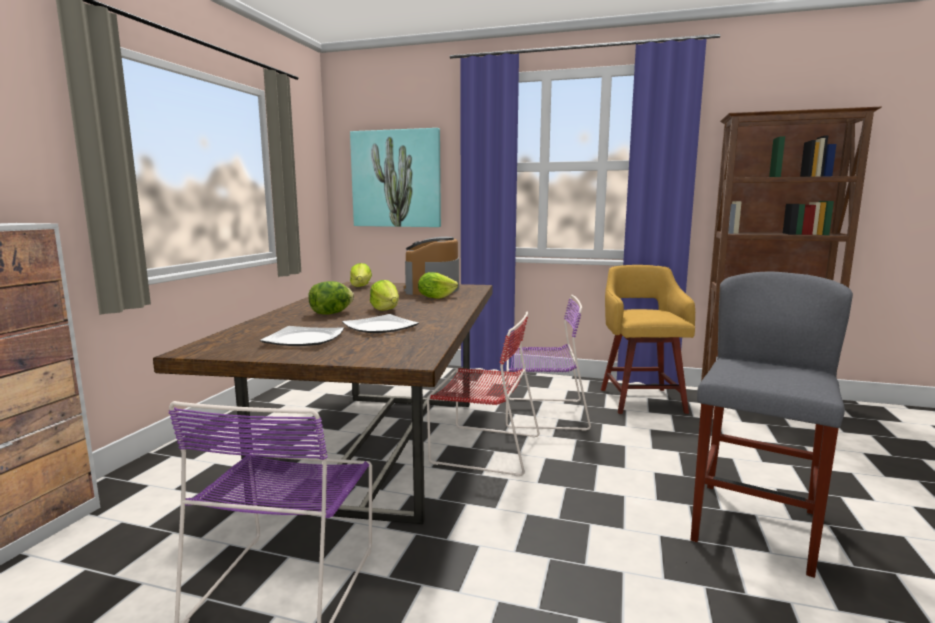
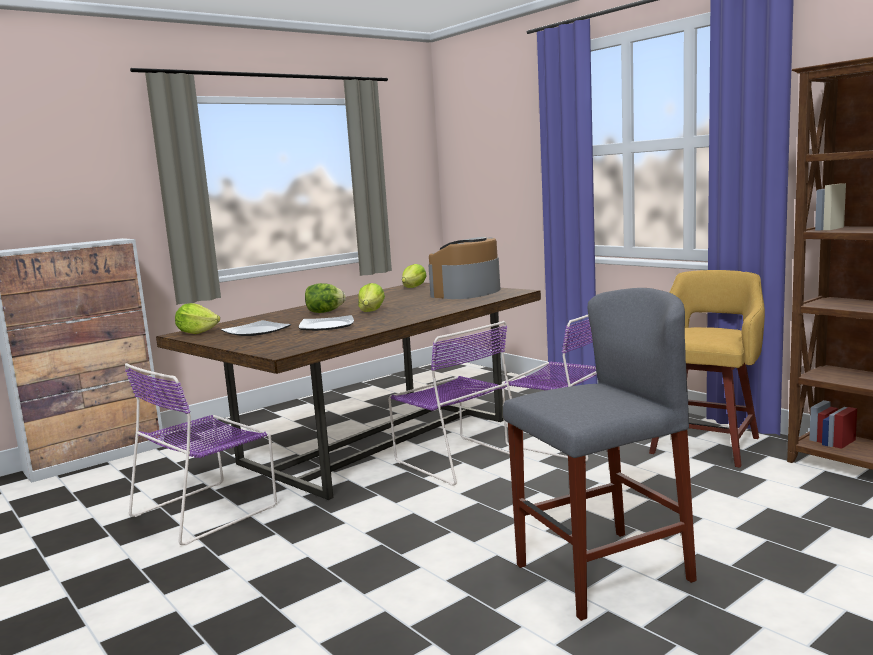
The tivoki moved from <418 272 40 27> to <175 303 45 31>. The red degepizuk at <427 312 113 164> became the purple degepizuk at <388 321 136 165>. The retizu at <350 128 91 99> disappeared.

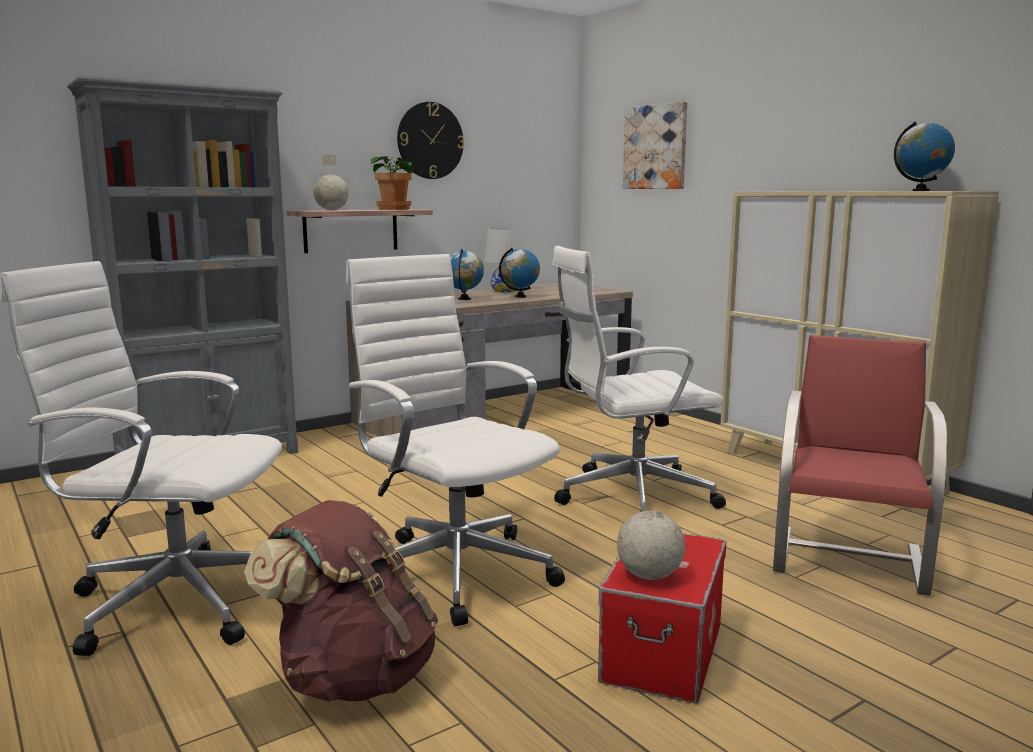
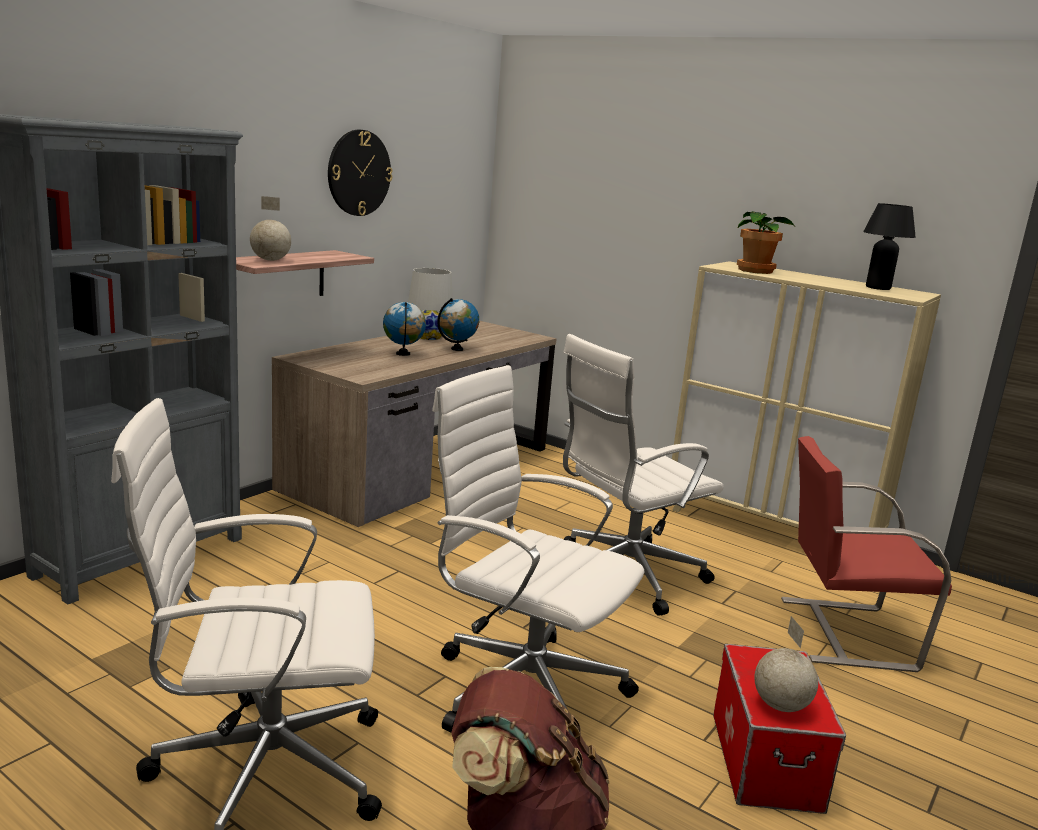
The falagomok moved from <371 156 42 54> to <737 211 58 63>. The red degepizuk at <773 335 174 261> turned 90 degrees counterclockwise. The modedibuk at <894 121 61 70> was replaced by the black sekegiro at <863 203 53 87>. The retizu at <623 101 64 88> disappeared.

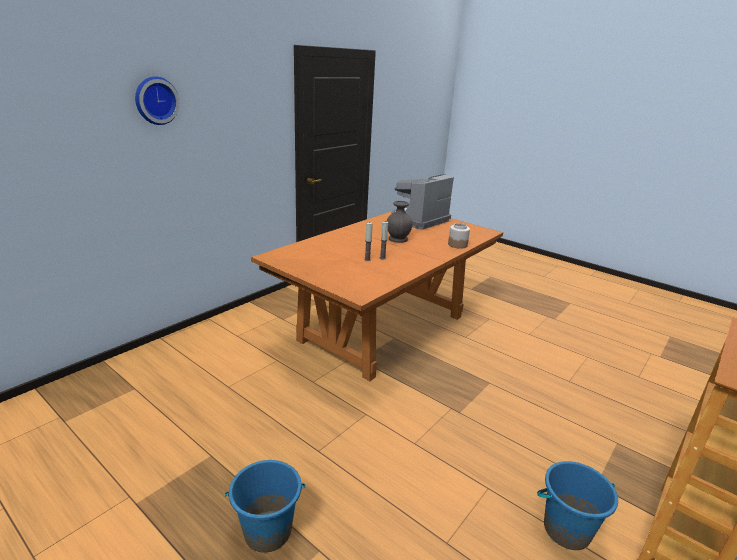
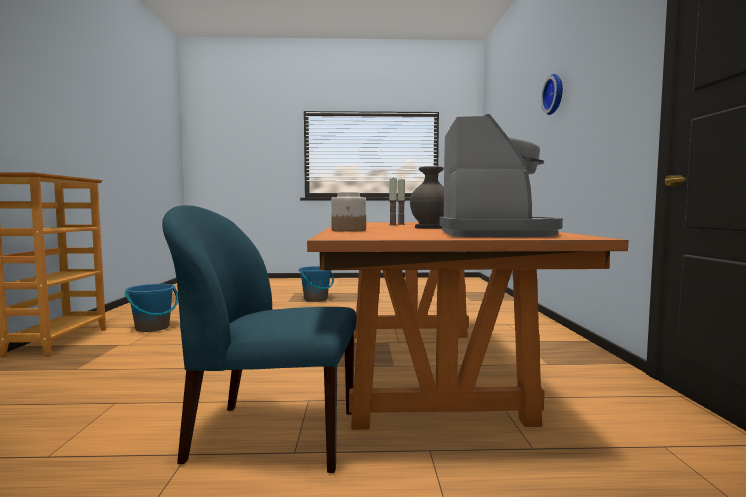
The blue degepizuk at <162 205 195 268> appeared.

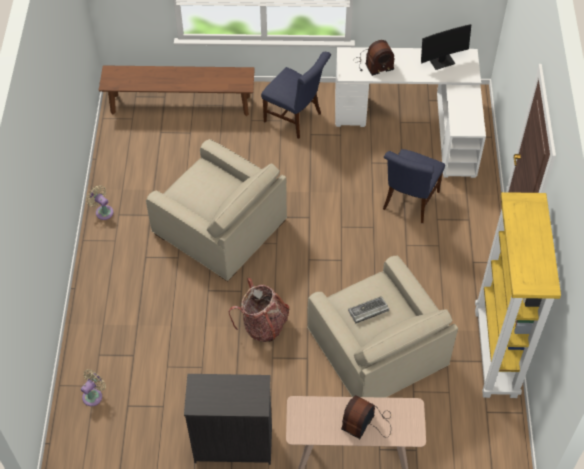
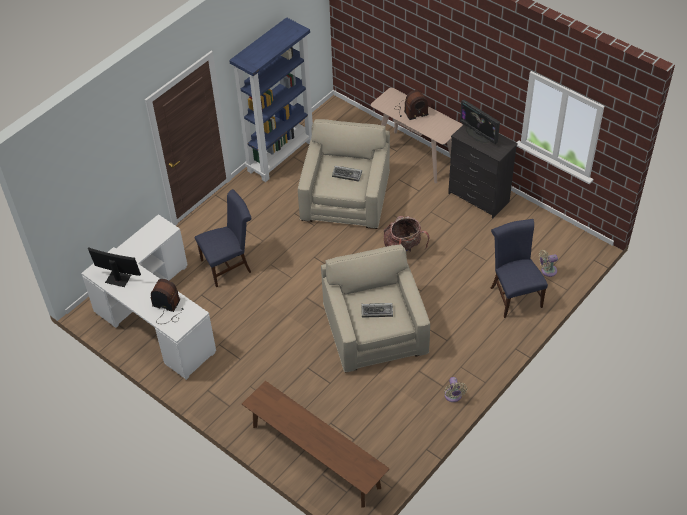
The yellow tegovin at <475 192 86 206> became the blue tegovin at <229 17 84 165>. The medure at <361 303 32 15> appeared. The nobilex at <460 100 40 44> appeared. The blue degepizuk moved from <261 52 70 87> to <491 219 57 99>.

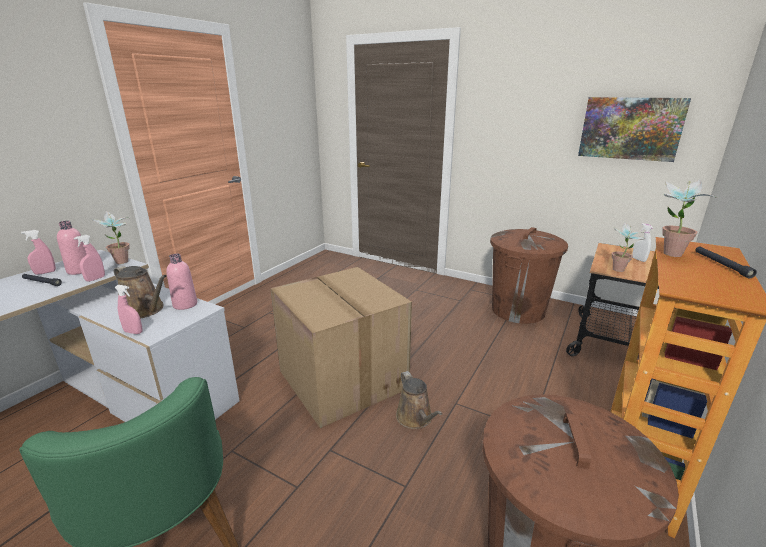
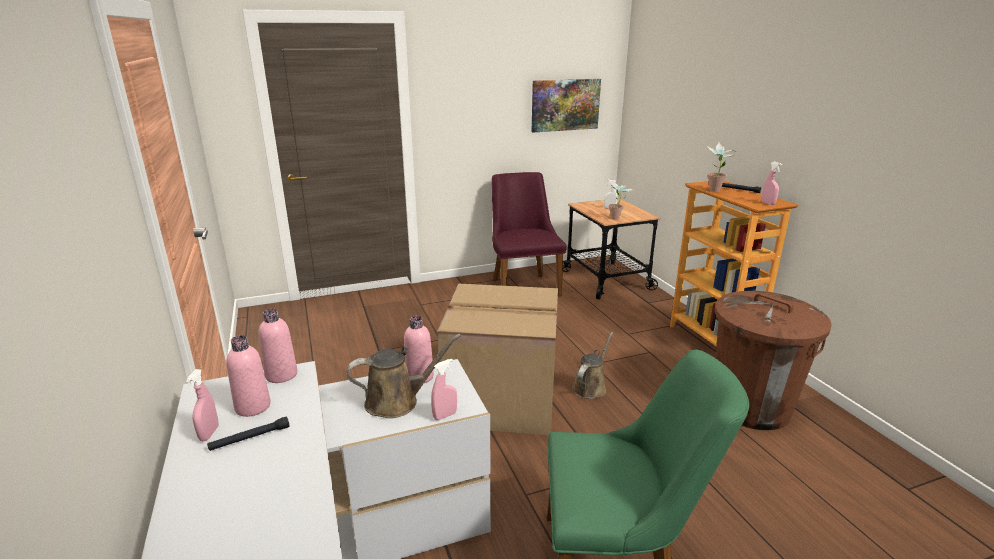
The falagomok at <91 211 38 53> was replaced by the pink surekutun at <259 308 39 75>. The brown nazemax at <490 227 78 97> was replaced by the purple degepizuk at <492 172 75 125>. The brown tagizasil at <396 371 46 58> turned 75 degrees counterclockwise. The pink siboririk moved from <74 235 31 47> to <761 162 21 43>.

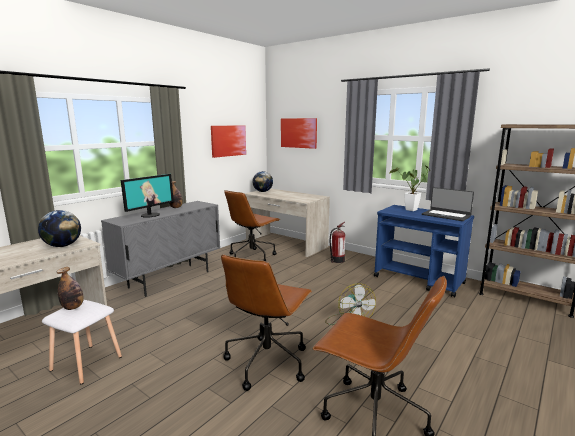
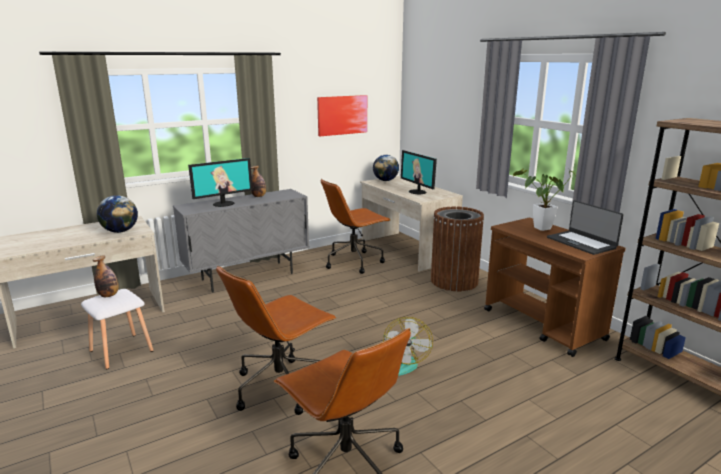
The nobilex at <401 150 36 44> appeared. The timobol at <330 222 15 41> was replaced by the brown nazemax at <431 206 53 85>. The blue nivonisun at <374 205 100 93> became the brown nivonisun at <484 218 142 139>. The retizu at <281 118 36 31> disappeared.

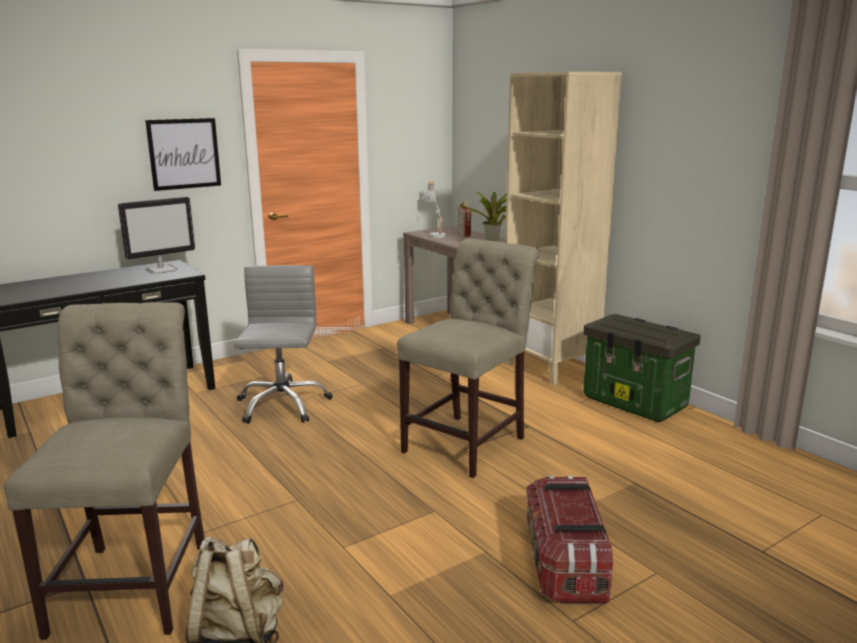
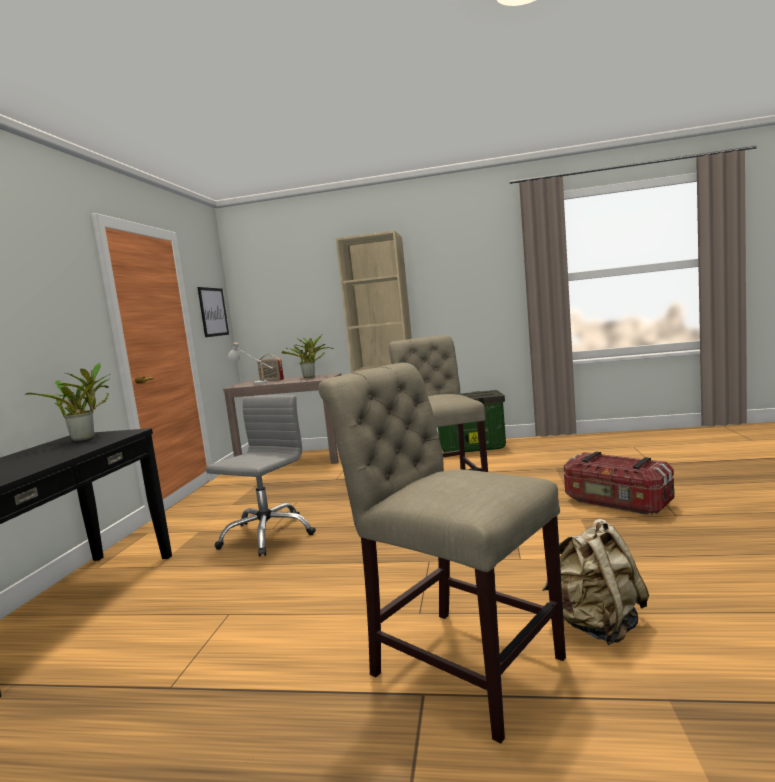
The nobilex at <118 197 77 77> was replaced by the falagomok at <25 363 86 78>. The retizu moved from <145 118 76 73> to <198 287 31 50>. The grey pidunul at <234 265 99 159> turned 75 degrees clockwise.

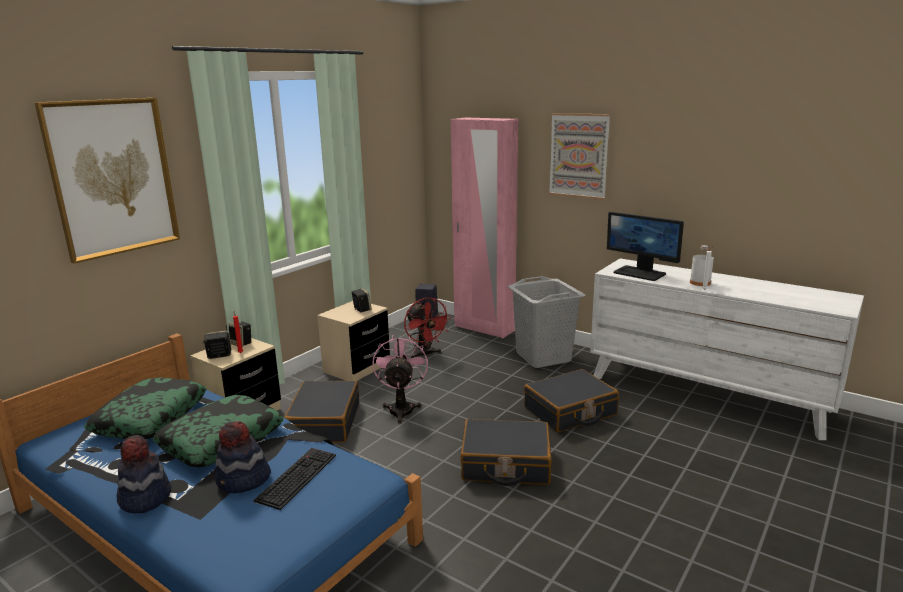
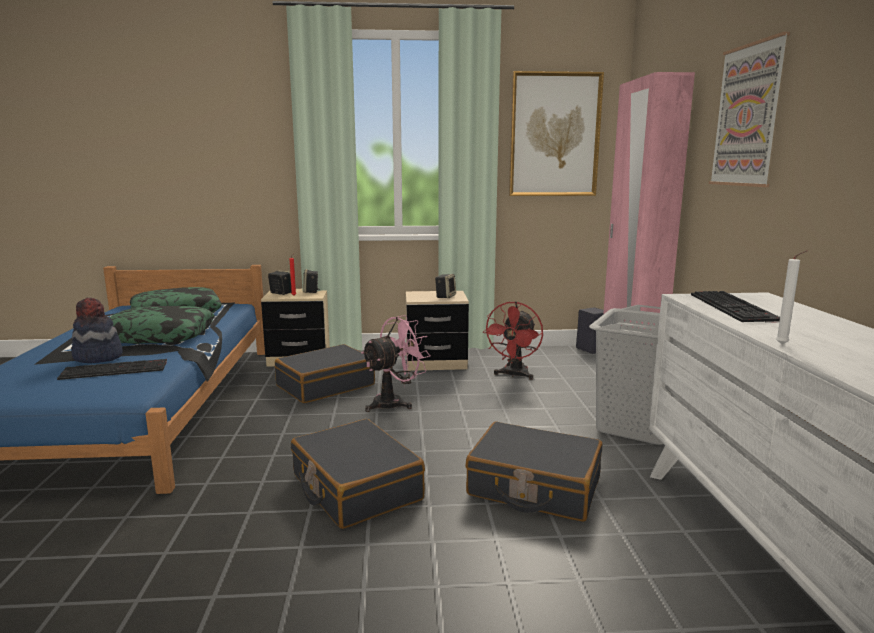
The retizu moved from <34 98 146 166> to <509 71 95 125>. The nobilex at <607 212 77 69> was replaced by the medure at <691 291 89 31>. The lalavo at <116 435 55 78> disappeared. The white surekutun at <690 245 24 41> disappeared.

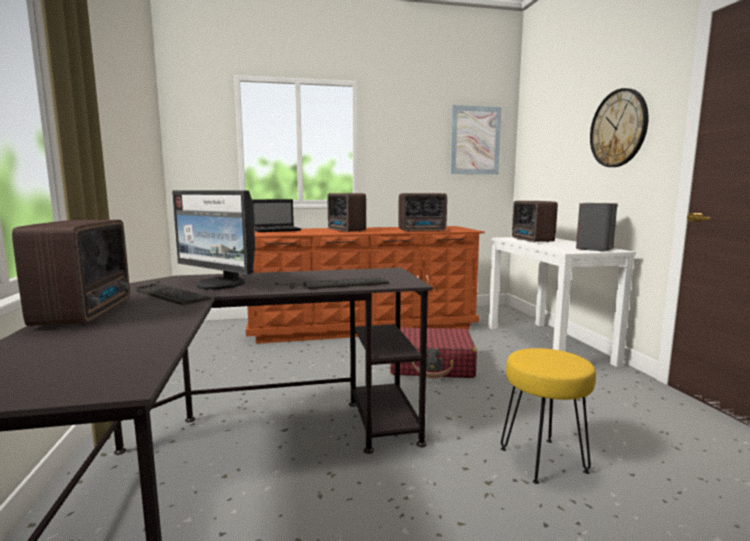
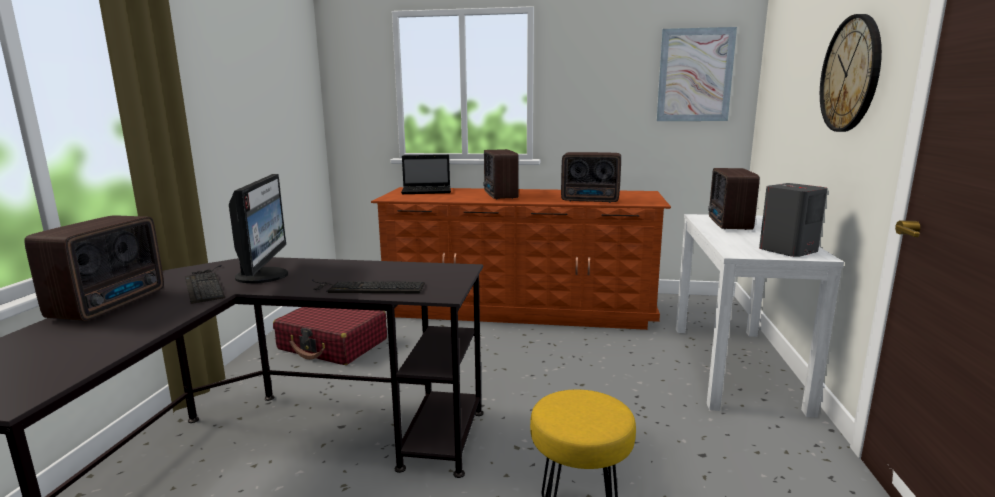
The nobilex at <172 190 83 100> turned 150 degrees counterclockwise. The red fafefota moved from <390 327 87 51> to <273 307 114 58>.

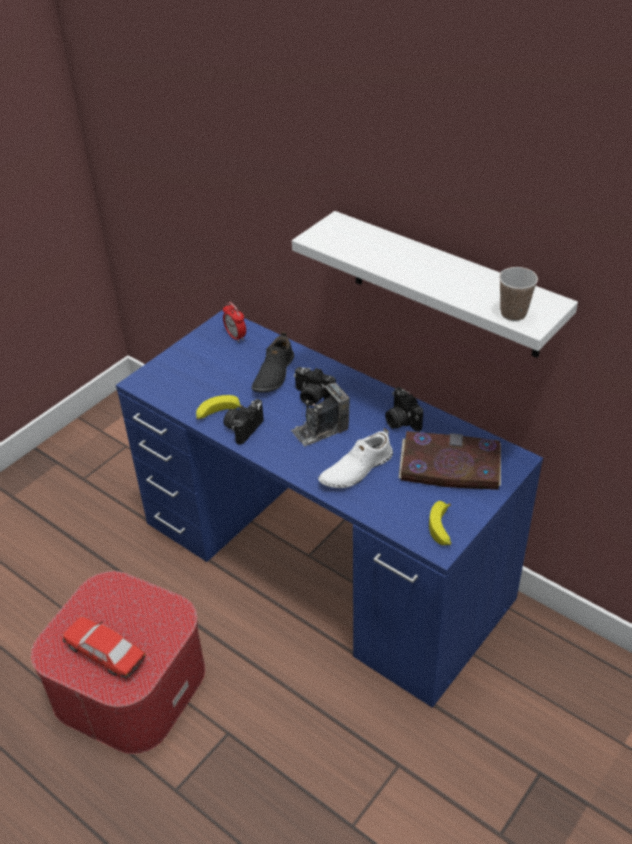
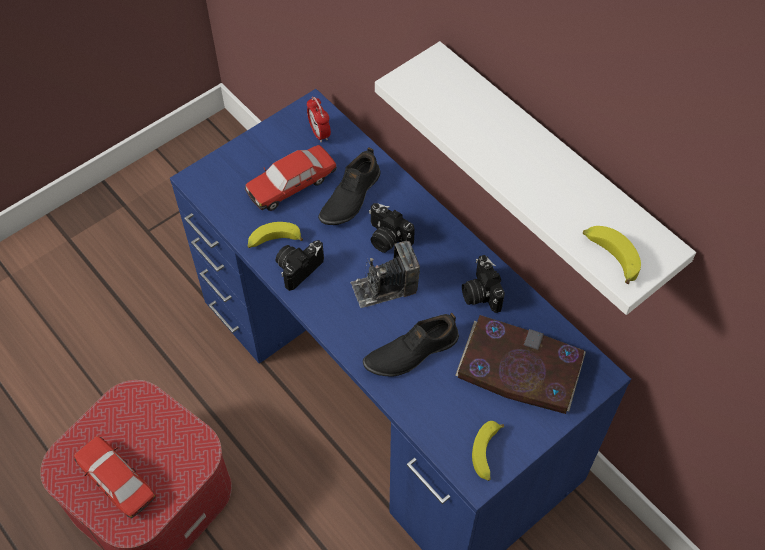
The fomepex at <245 145 92 66> appeared. The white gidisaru at <318 428 75 60> became the black gidisaru at <363 313 96 64>. The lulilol at <499 267 39 54> was replaced by the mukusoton at <583 226 58 58>.

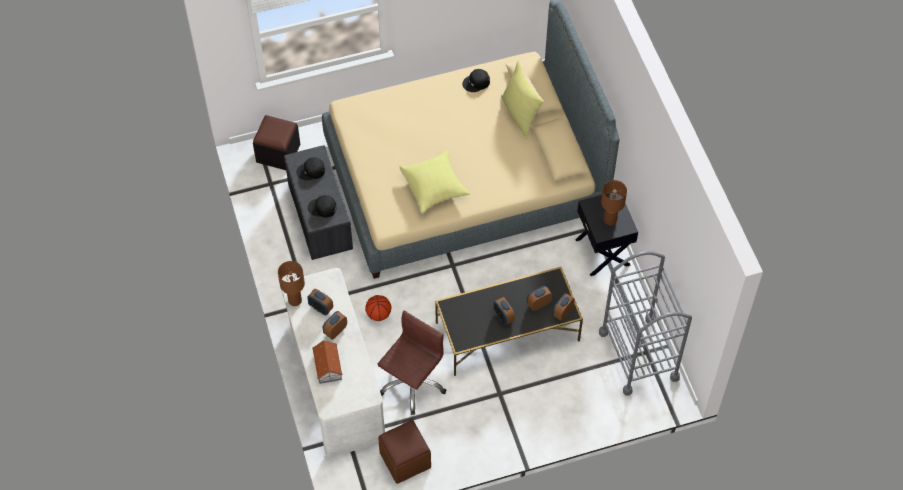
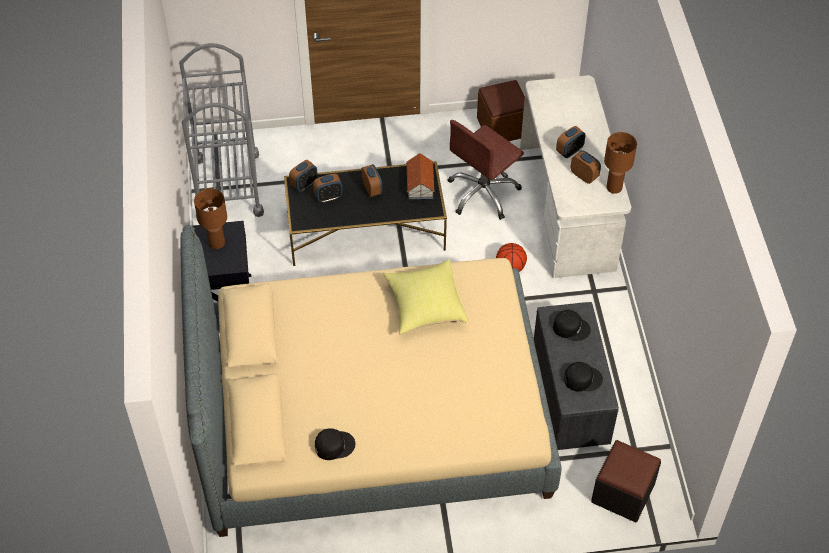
The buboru moved from <312 340 30 44> to <406 153 29 46>. The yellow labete at <501 60 43 79> disappeared.

